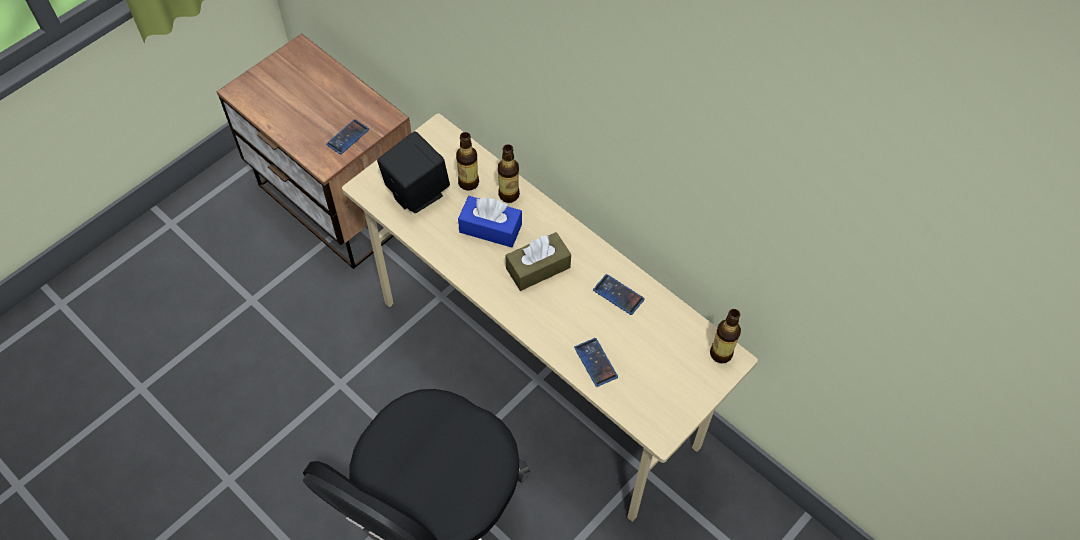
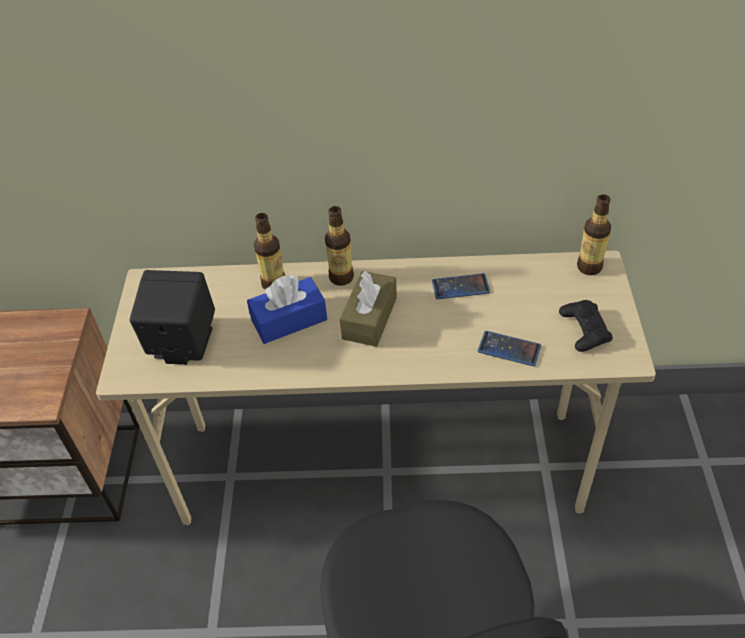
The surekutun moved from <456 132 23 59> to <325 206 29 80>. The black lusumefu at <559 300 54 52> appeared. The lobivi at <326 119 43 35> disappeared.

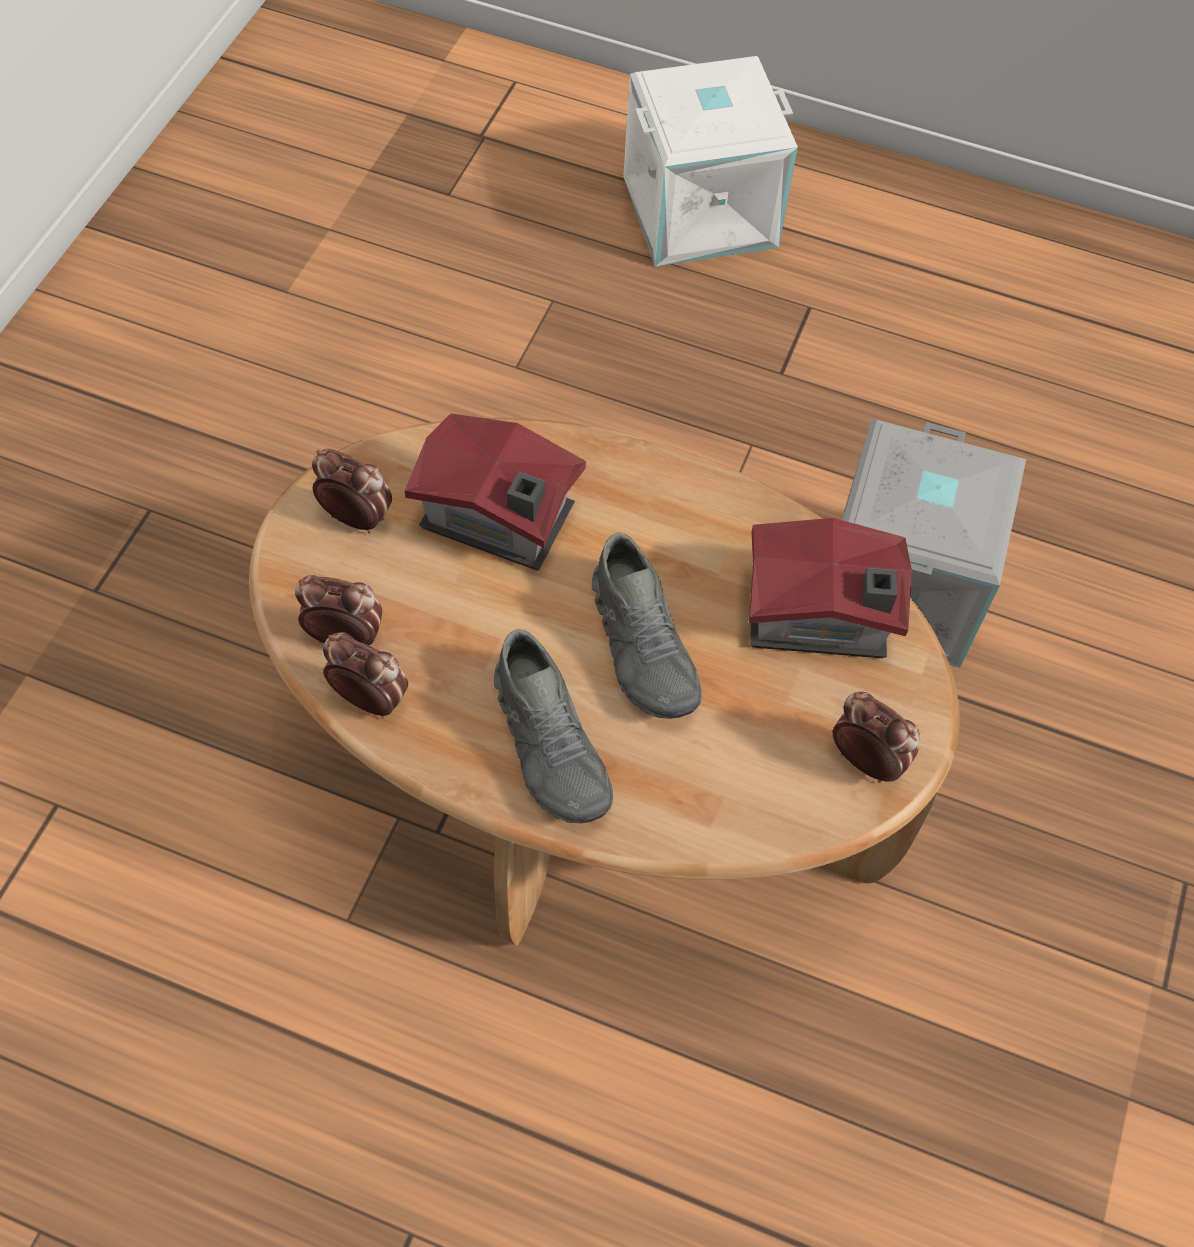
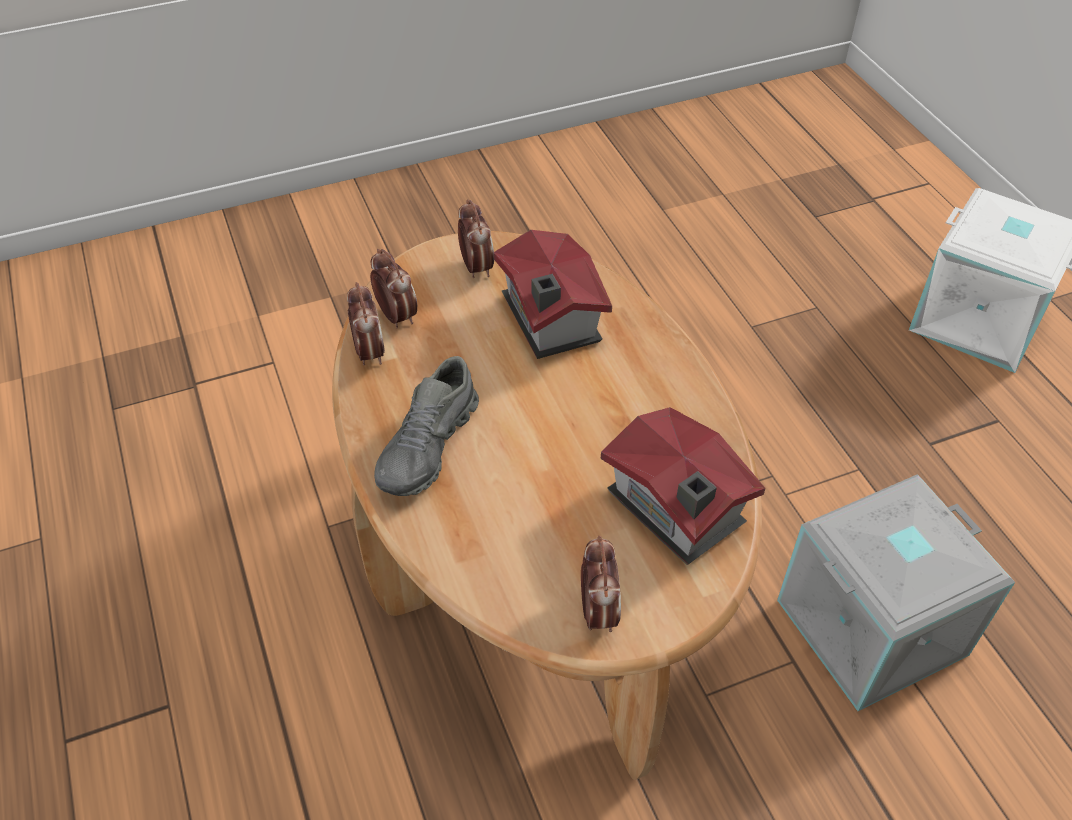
The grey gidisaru at <592 533 110 186> disappeared.

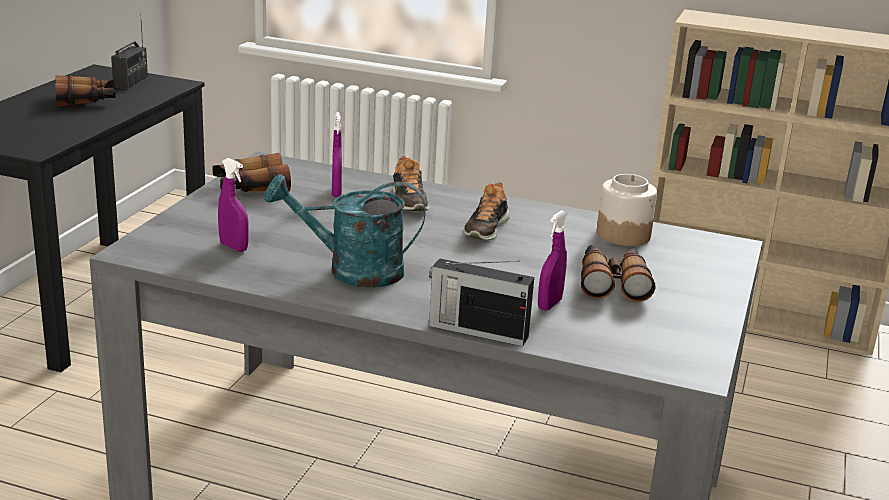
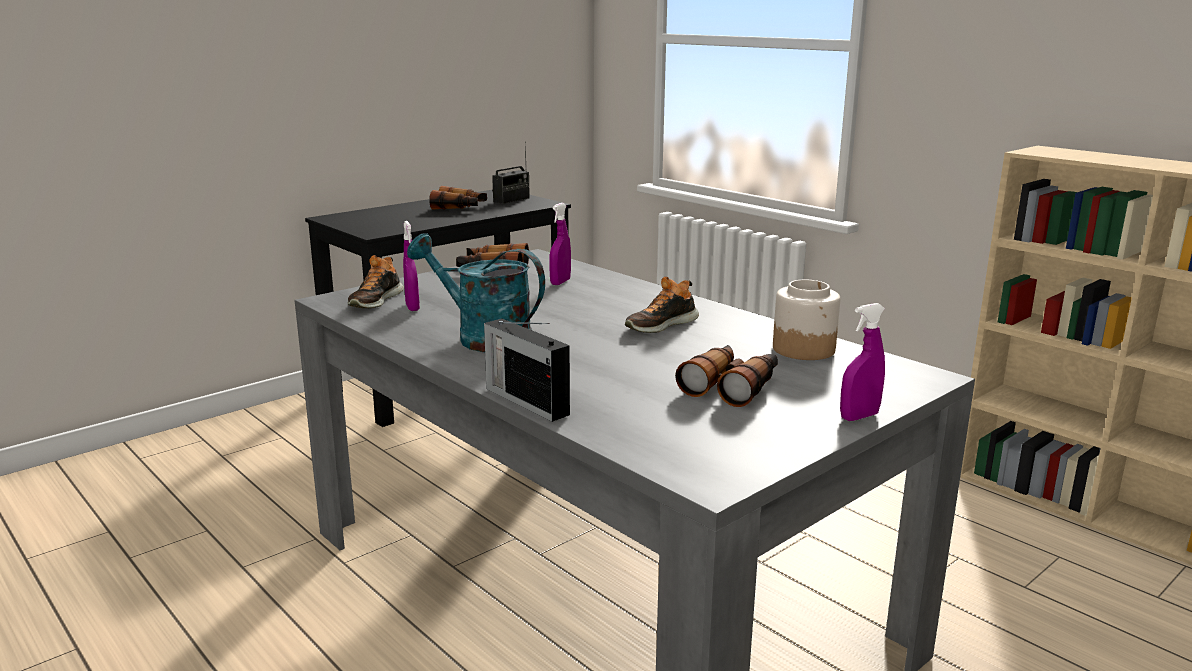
The gidisaru moved from <392 156 37 55> to <347 255 57 53>. The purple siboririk moved from <538 210 29 101> to <840 303 45 118>.

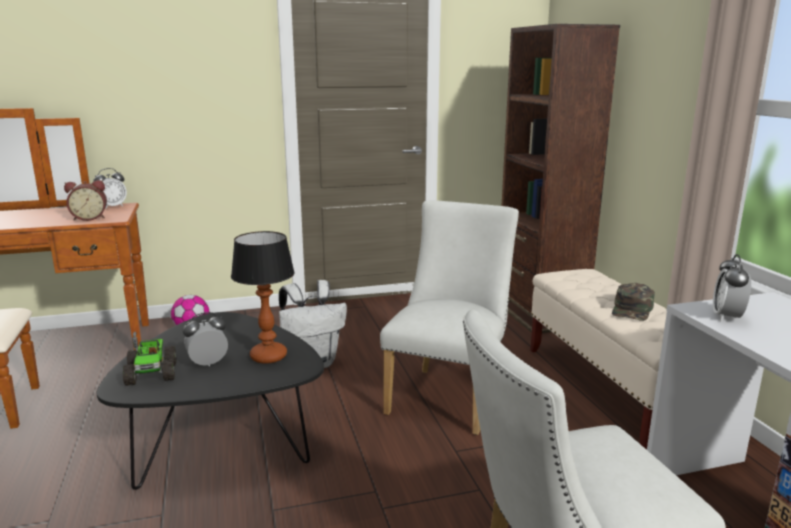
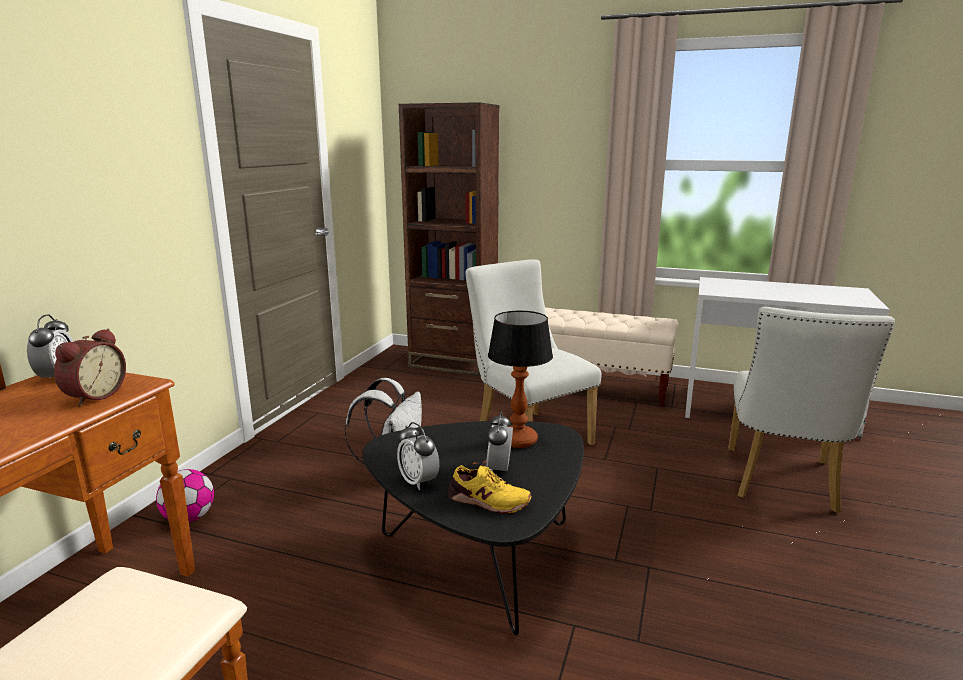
The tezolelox moved from <713 254 38 68> to <397 422 42 68>. The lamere at <123 332 54 54> was replaced by the yellow gidisaru at <448 465 83 49>. The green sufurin at <612 283 43 38> disappeared.

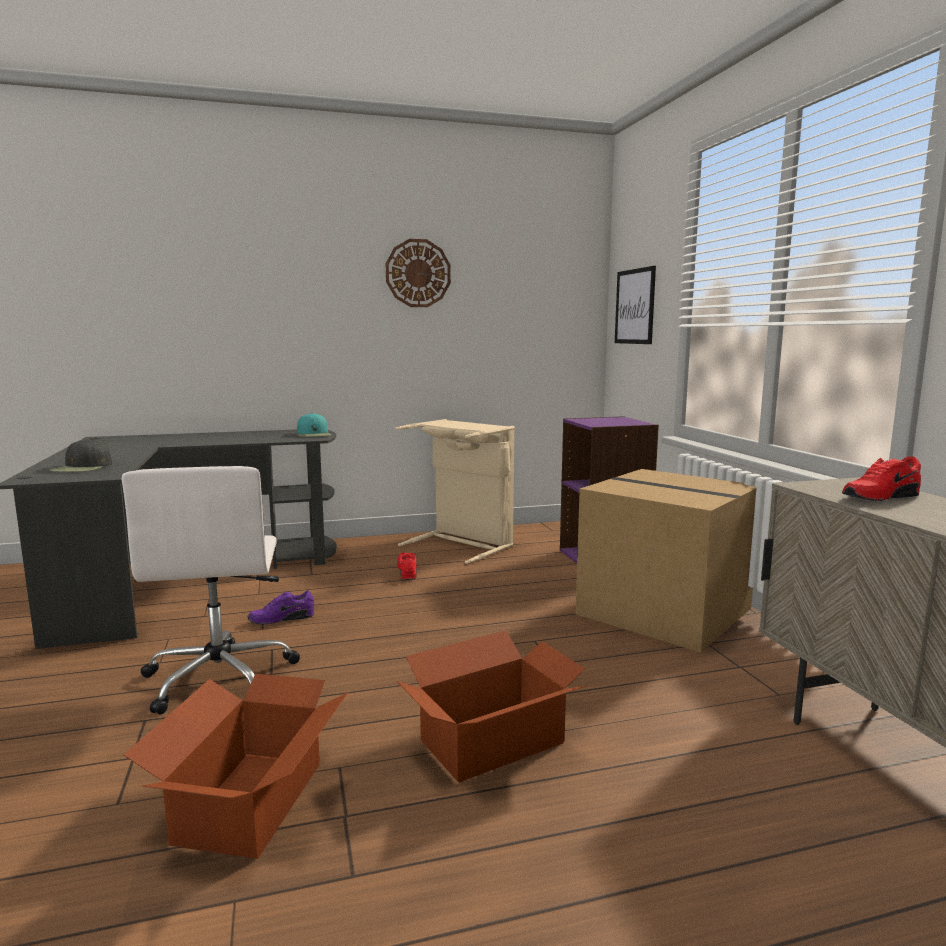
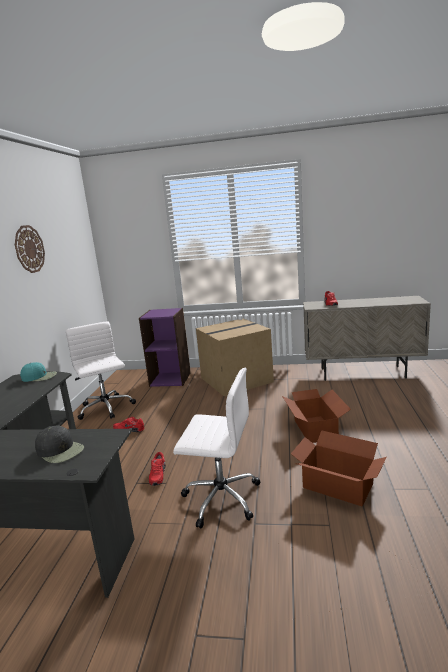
The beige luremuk at <395 419 120 145> was replaced by the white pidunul at <66 321 70 99>. The purple gidisaru at <247 590 67 34> became the red gidisaru at <149 452 17 34>. The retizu at <615 266 41 78> disappeared.

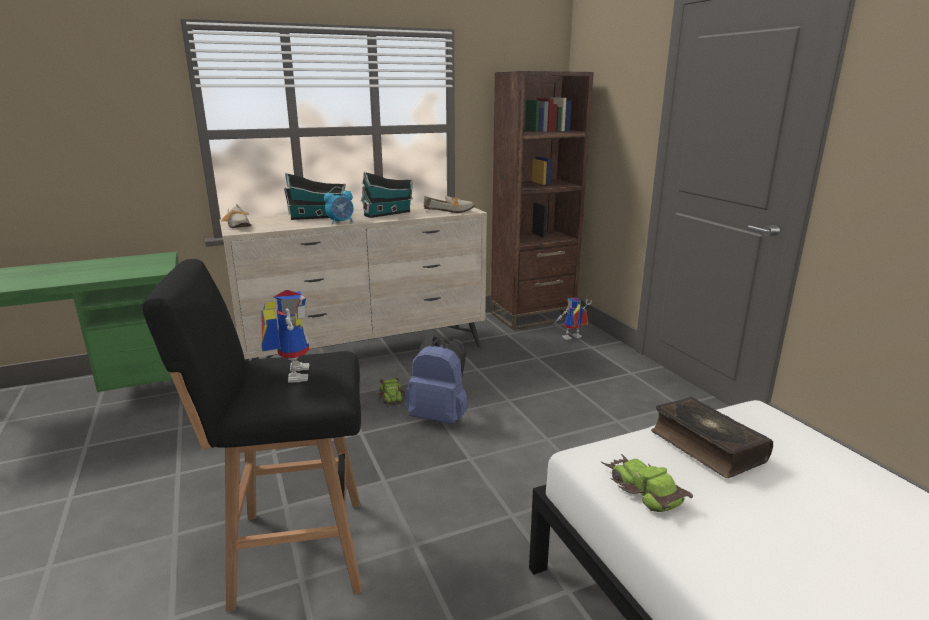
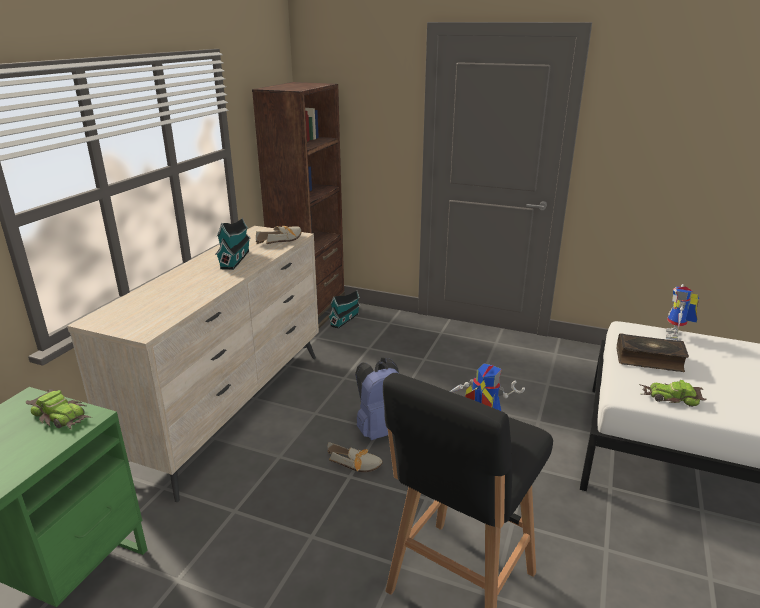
The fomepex moved from <378 378 27 29> to <26 389 66 41>. The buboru moved from <284 173 62 47> to <328 290 33 39>. The gidisaru moved from <221 204 30 24> to <328 442 55 30>. The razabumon moved from <554 297 38 43> to <666 284 34 56>. The tezolelox at <324 187 30 38> disappeared.

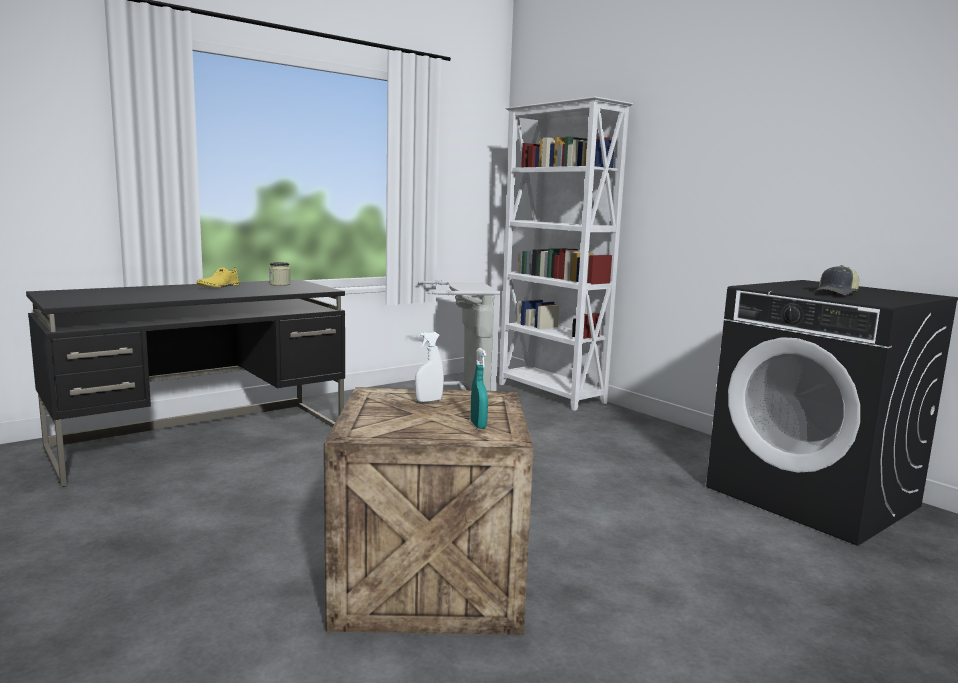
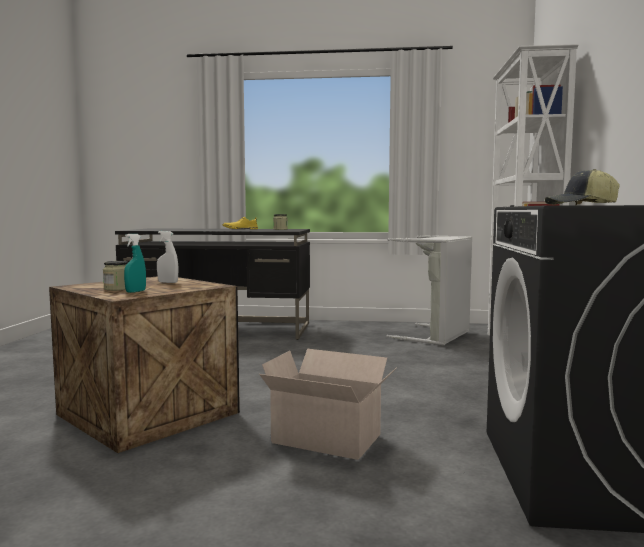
The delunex at <103 261 25 30> appeared. The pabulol at <259 349 138 111> appeared.

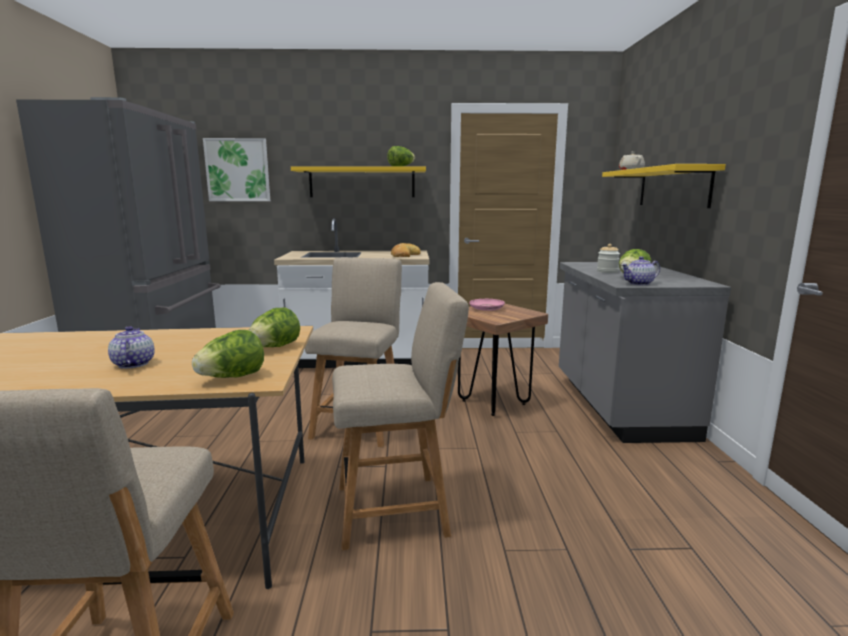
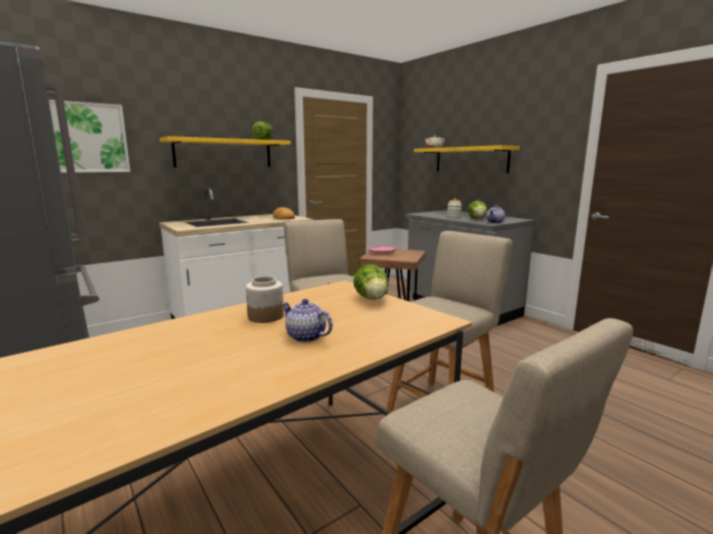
The delunex at <246 276 38 47> appeared. The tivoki at <192 330 72 48> disappeared.

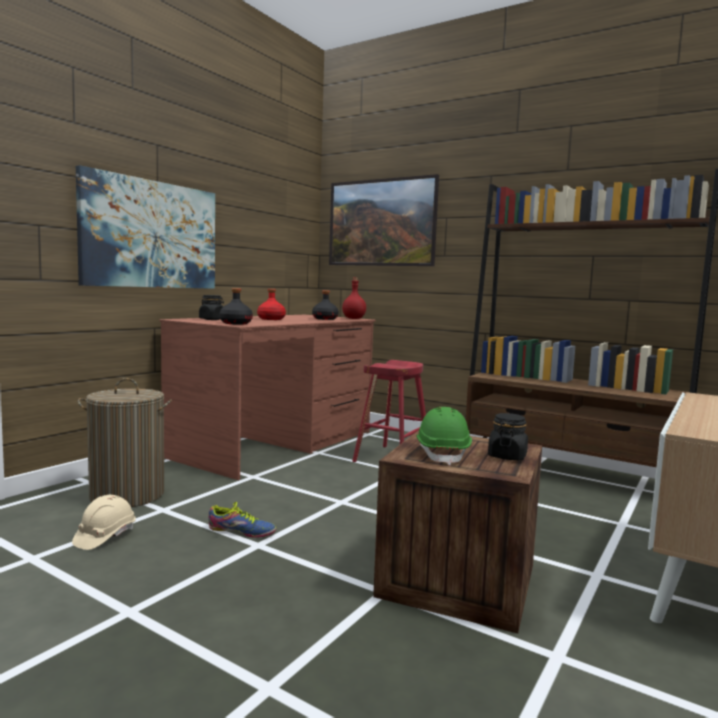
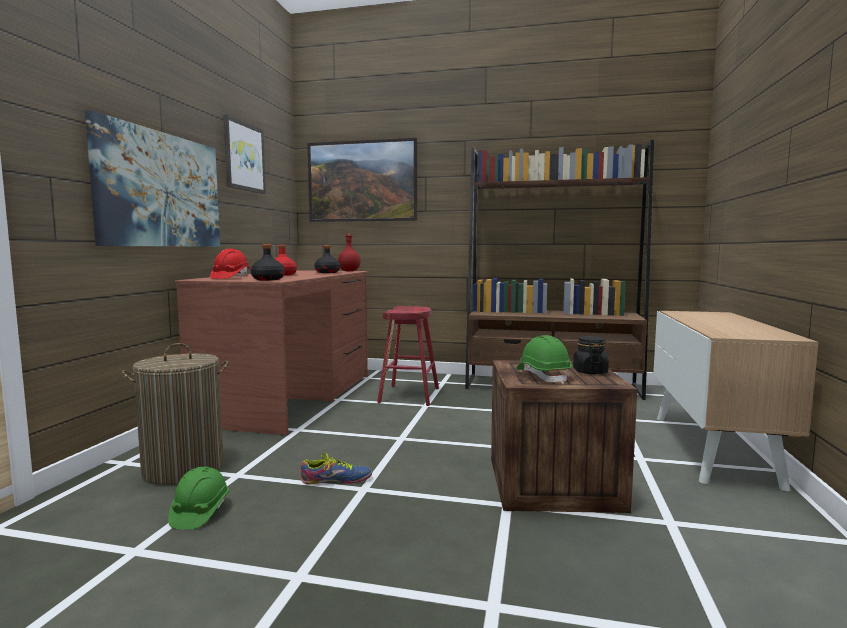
The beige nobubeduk at <72 495 64 55> became the green nobubeduk at <168 467 61 63>. The black delunex at <199 295 25 25> was replaced by the red nobubeduk at <210 249 40 30>. The retizu at <223 114 43 80> appeared.

